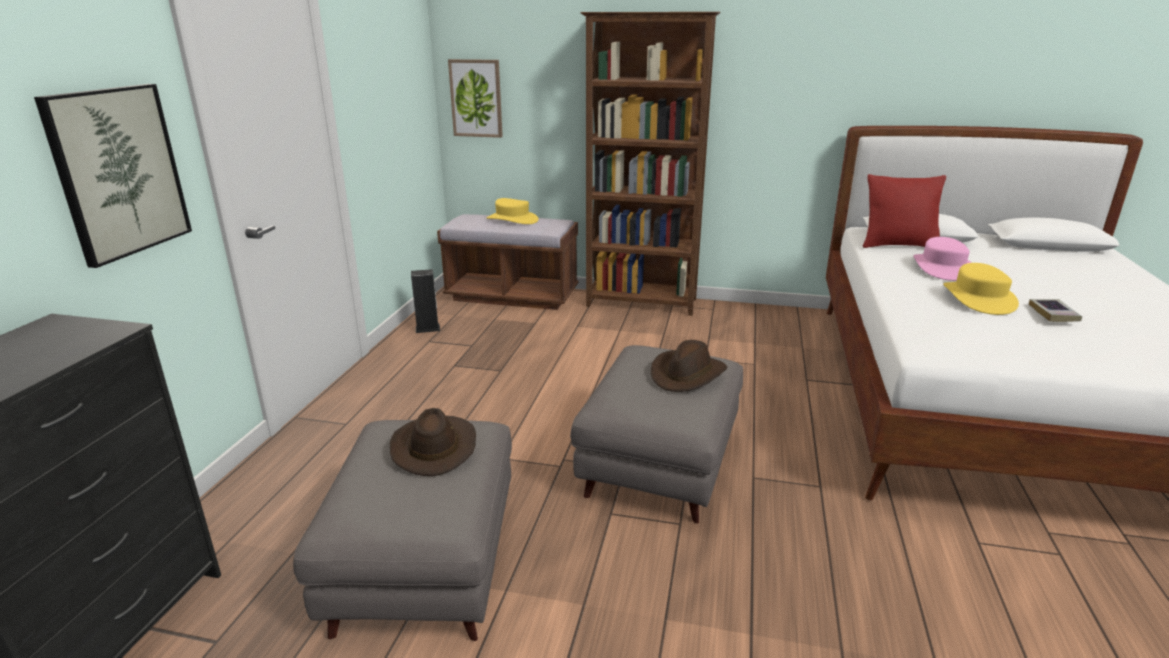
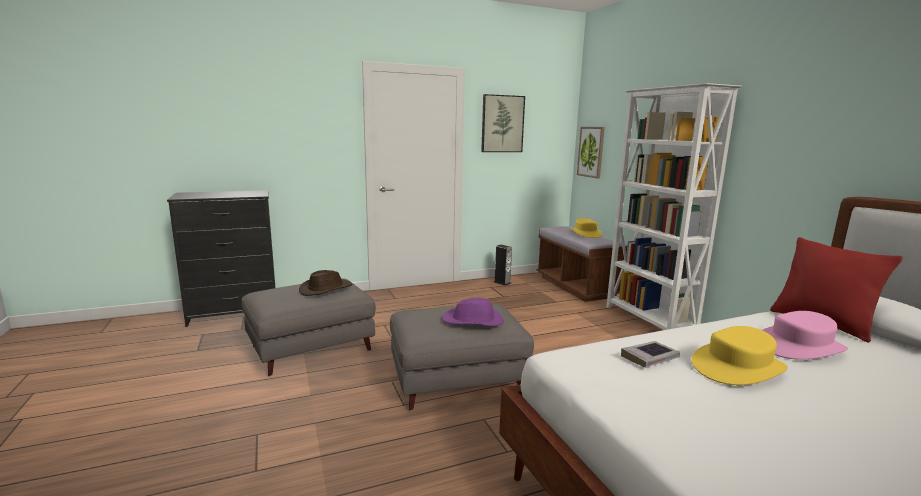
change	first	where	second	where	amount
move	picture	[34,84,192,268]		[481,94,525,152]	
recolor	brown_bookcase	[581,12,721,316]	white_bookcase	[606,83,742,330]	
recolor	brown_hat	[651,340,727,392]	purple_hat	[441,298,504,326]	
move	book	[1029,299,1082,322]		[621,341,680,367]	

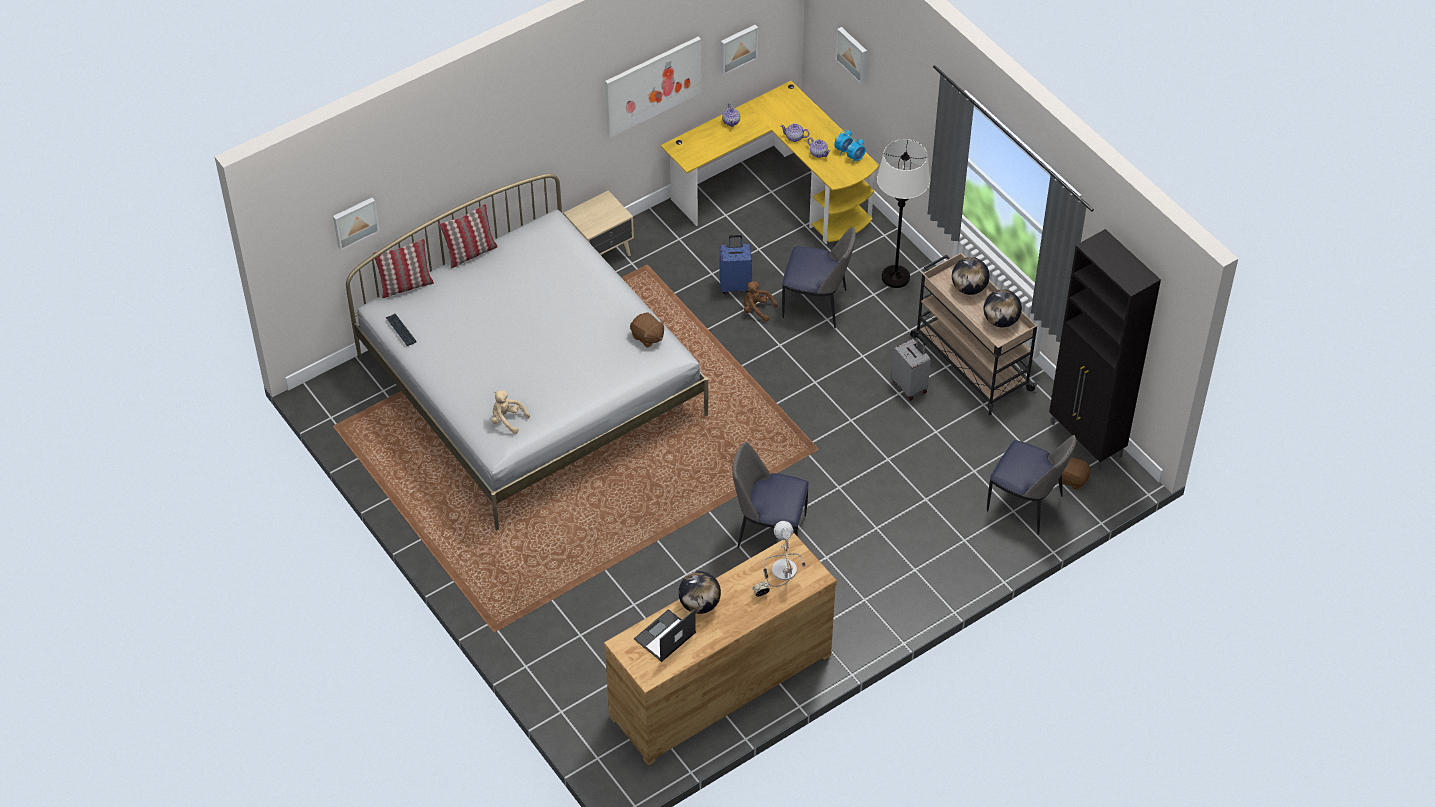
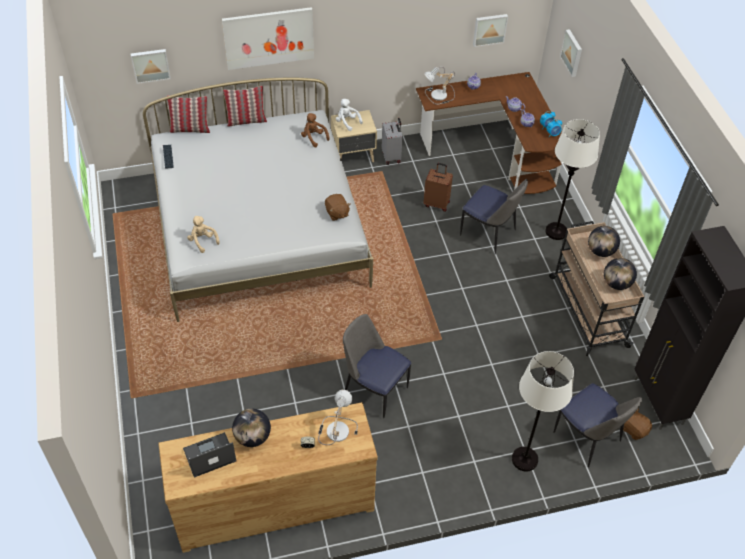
change	first	where	second	where	amount
move	picture	[605,37,701,138]		[222,7,314,70]	
recolor	yellow_desk	[660,81,879,244]	brown_desk	[416,72,562,194]	
recolor	blue_suitcase	[720,235,752,295]	brown_suitcase	[423,163,453,212]	
move	brown_plush_toy	[744,281,778,322]		[301,113,330,148]	
move	grey_suitcase	[891,335,931,400]		[382,118,403,165]	
insert			white_plush_toy	[336,99,363,131]	
insert			table_lamp	[424,67,455,105]	
insert			white_floor_lamp	[512,351,574,472]	

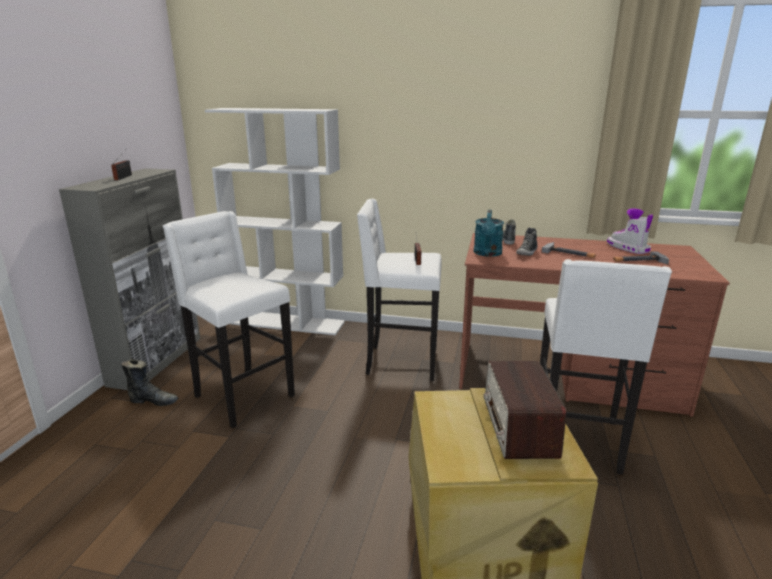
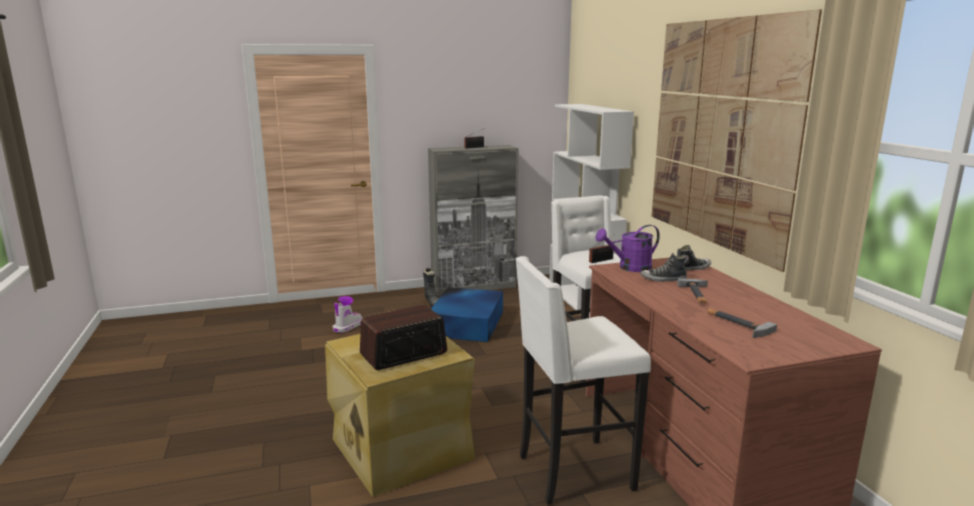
change	first	where	second	where	amount
replace	white_stool	[163,211,295,428]	blue_storage_box	[431,287,503,342]	
recolor	turquoise_watering_can	[474,210,504,257]	purple_watering_can	[595,225,660,272]	
move	boot	[607,208,653,254]		[332,296,363,333]	
insert			picture	[652,9,822,272]	

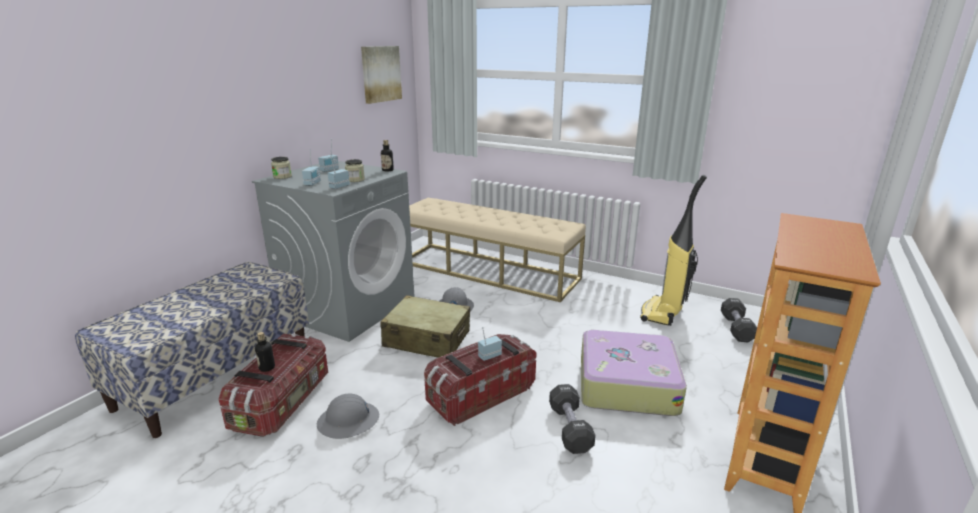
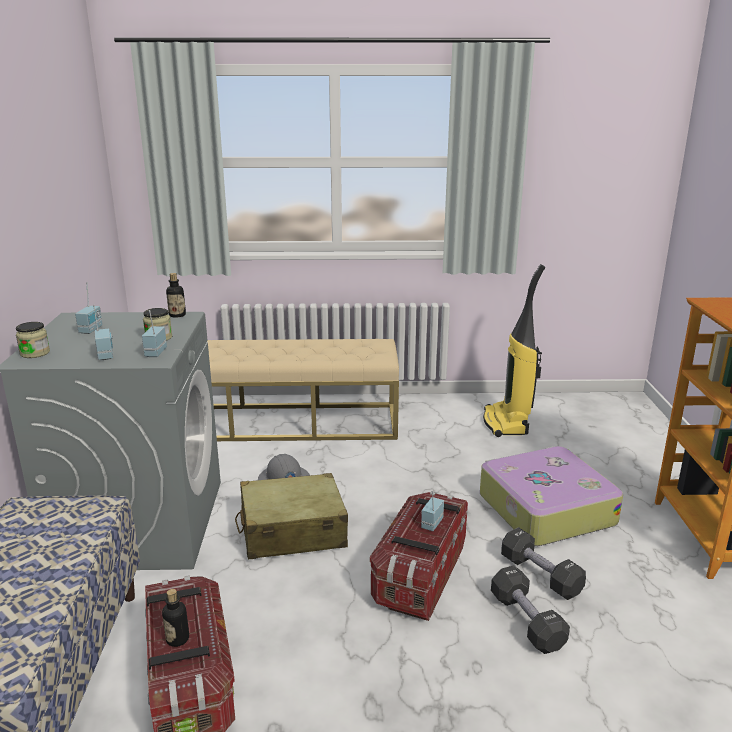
change	first	where	second	where	amount
delete	grey_hard_hat	[317,394,379,439]			
delete	picture	[361,46,402,104]			
move	black_dumbbell	[721,298,757,342]		[491,565,570,654]	

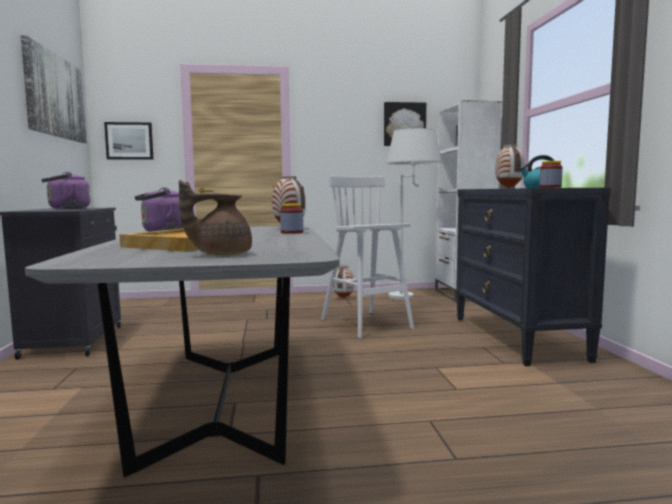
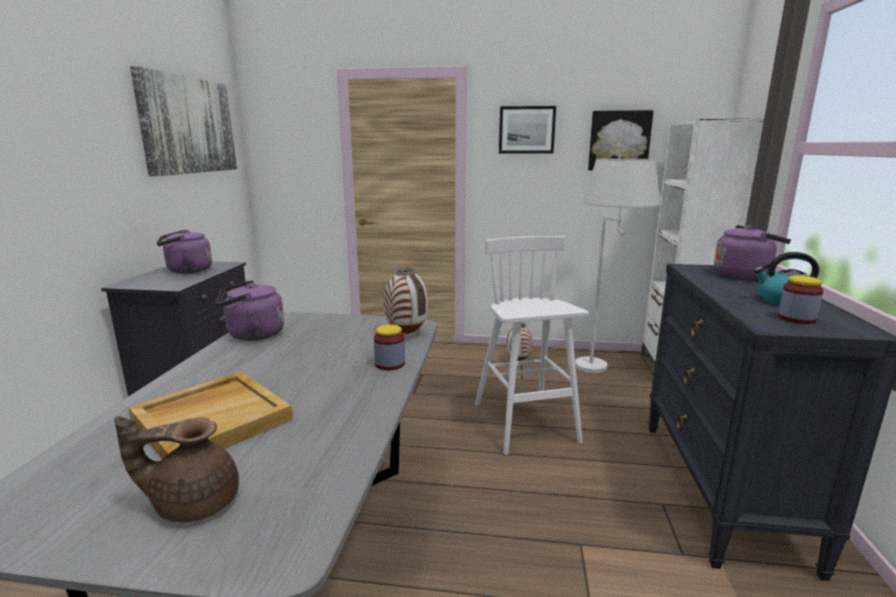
change	first	where	second	where	amount
move	picture	[104,122,153,159]		[499,106,556,154]	
replace	vase	[495,145,525,188]	purple_kettle	[714,225,791,279]	

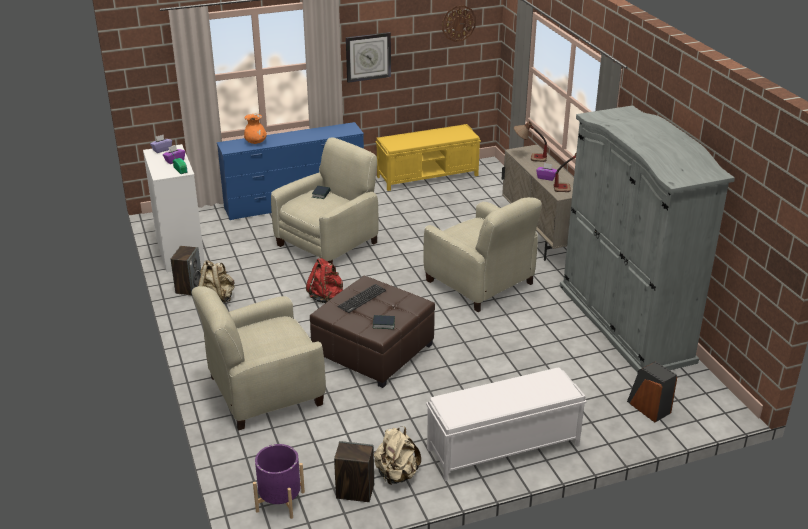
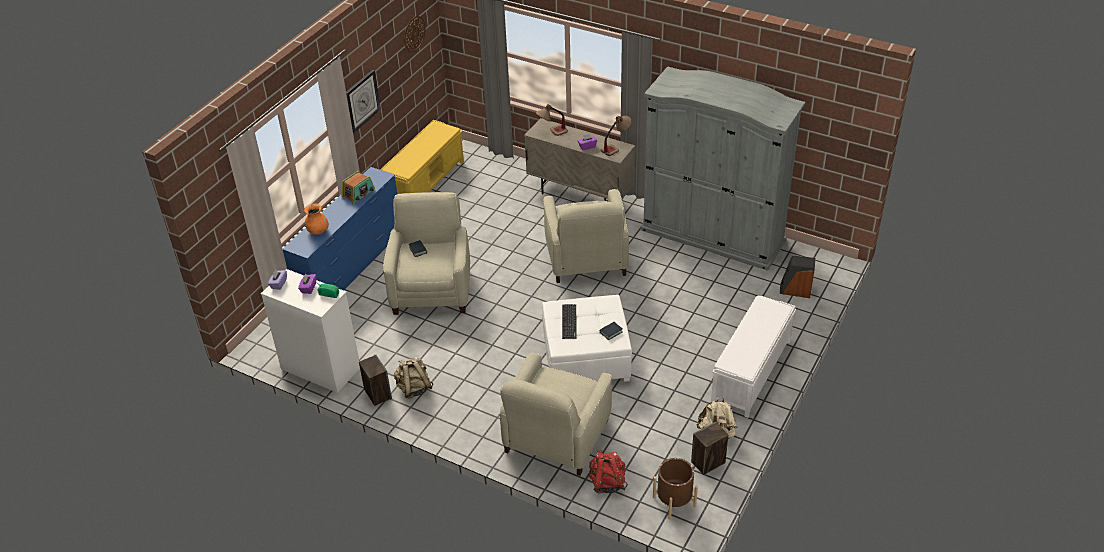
change	first	where	second	where	amount
recolor	purple_planter	[253,444,305,519]	brown_planter	[653,458,698,519]	
move	red_backpack	[306,258,343,303]		[589,450,628,494]	
recolor	brown_ottoman	[310,276,435,388]	white_ottoman	[542,295,632,382]	
rotate	beige_armchair	[423,197,542,312]		[543,189,629,283]	75 degrees clockwise
insert			radio	[342,171,375,204]	

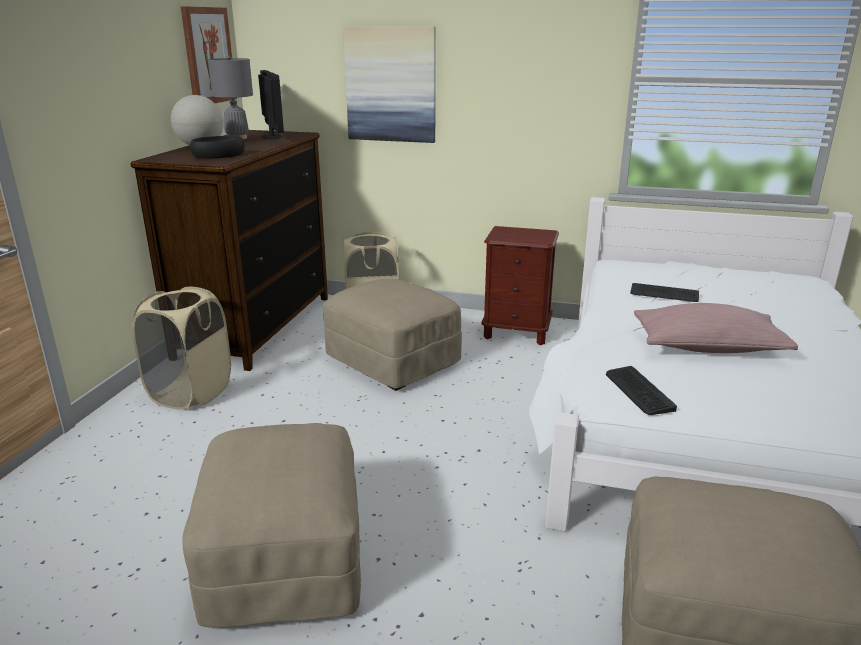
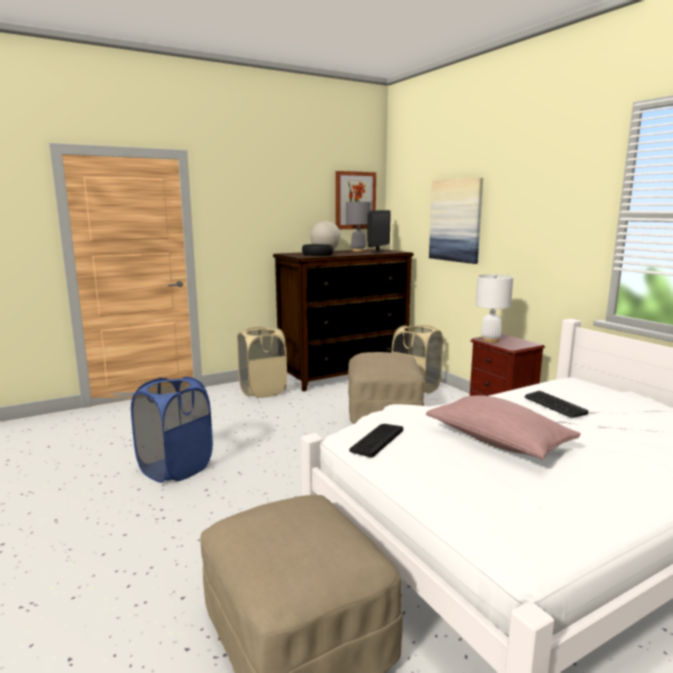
change	first	where	second	where	amount
replace	beige_ottoman	[182,423,361,628]	blue_laundry_basket	[131,377,213,483]	
insert			white_table_lamp	[476,274,513,342]	

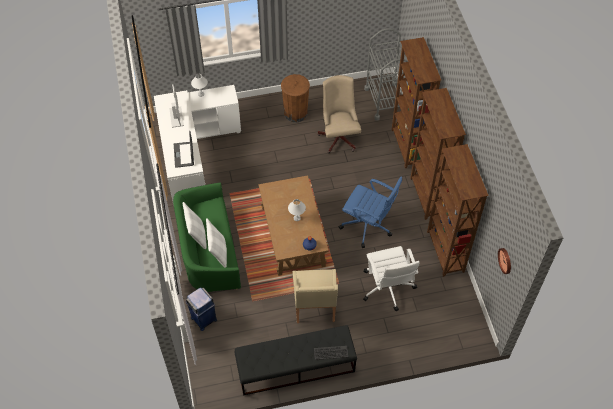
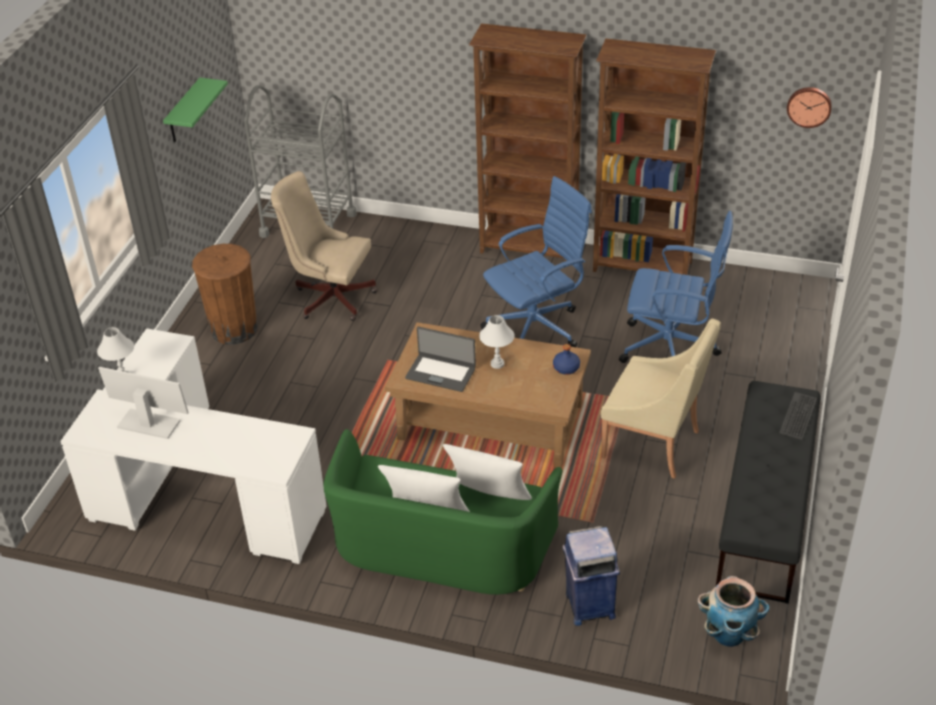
change	first	where	second	where	amount
move	laptop	[174,131,194,168]		[405,327,476,392]	
recolor	white_office_chair	[363,246,419,311]	blue_office_chair	[619,211,733,363]	
delete	brown_bookcase	[392,37,441,168]			
insert			green_shelf	[163,78,228,142]	
insert			planter	[698,576,769,647]	

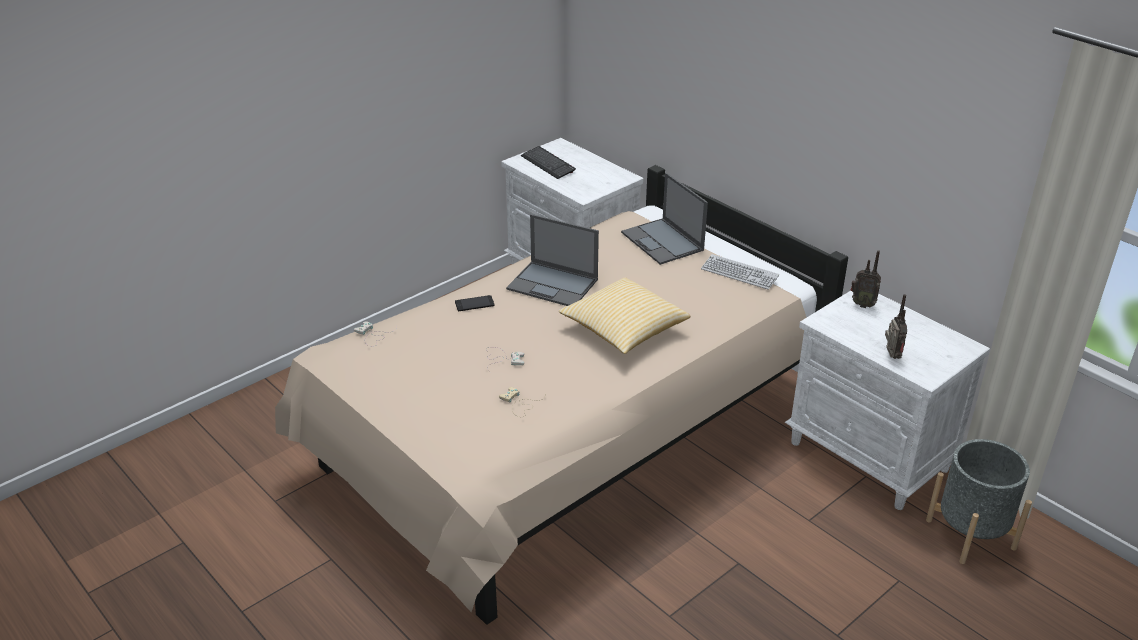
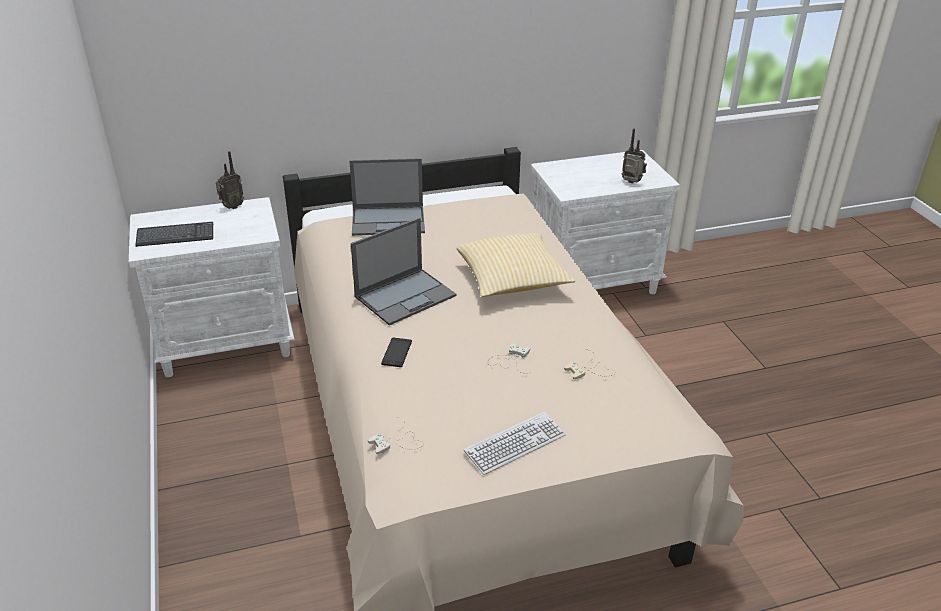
change	first	where	second	where	amount
move	keyboard	[701,254,779,290]		[464,412,566,475]	
move	radio	[850,250,881,308]		[216,151,244,209]	
delete	grey_planter	[926,439,1032,564]			

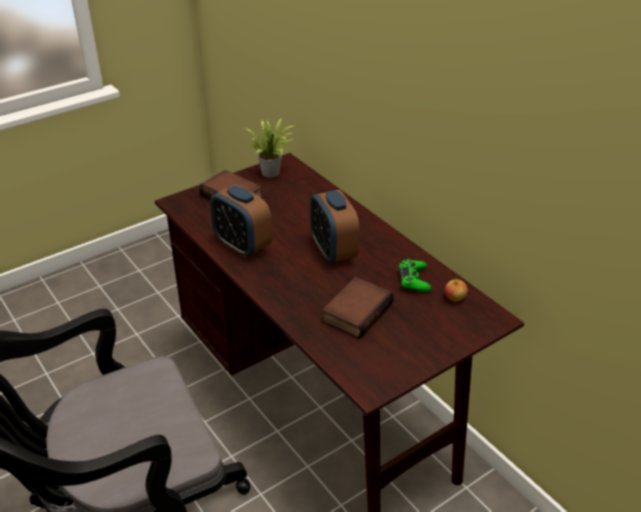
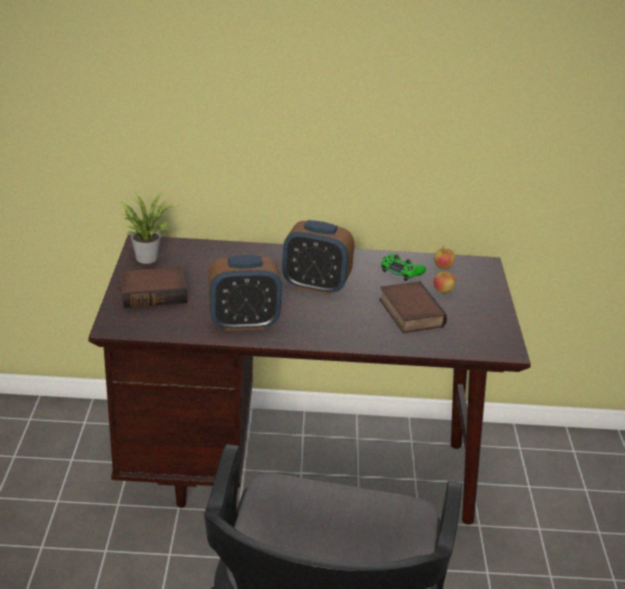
change	first	where	second	where	amount
insert			apple	[433,268,456,294]	

